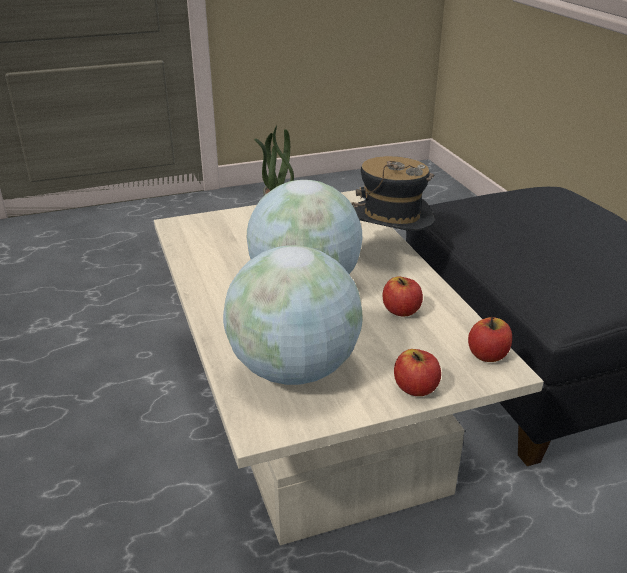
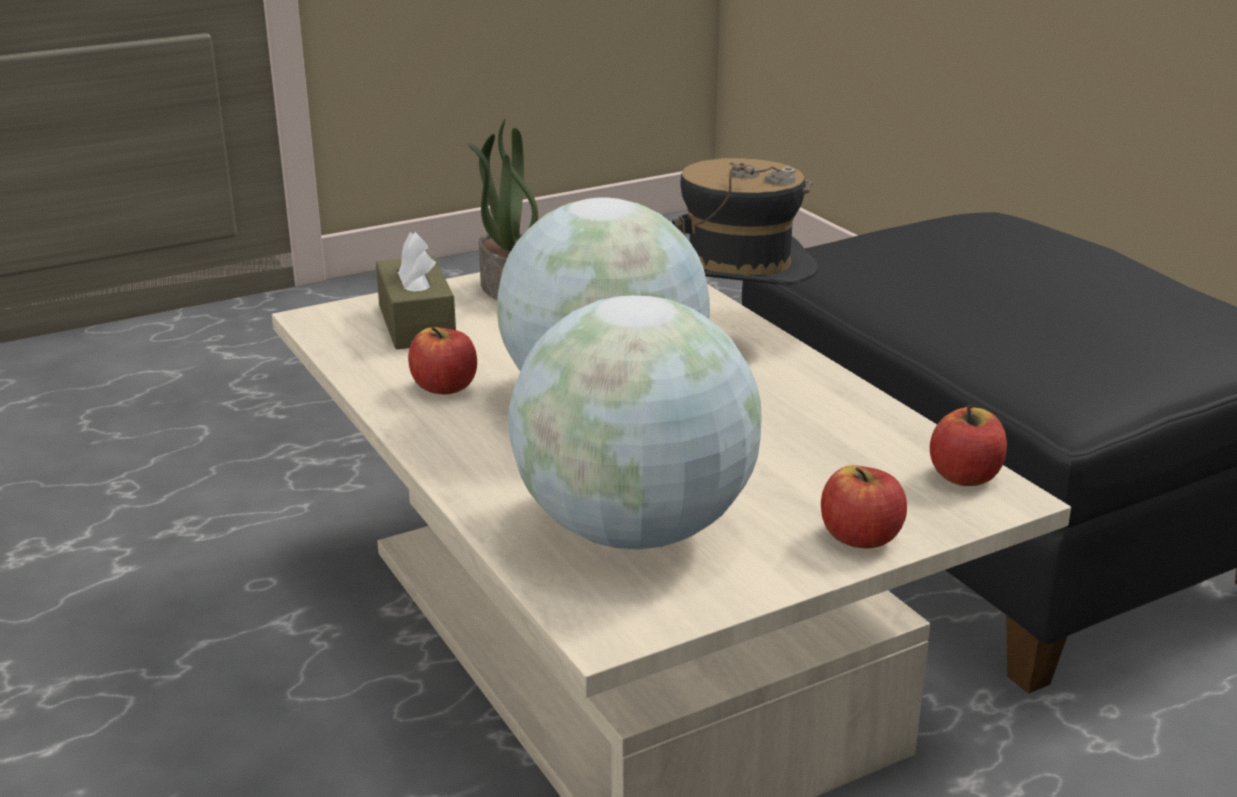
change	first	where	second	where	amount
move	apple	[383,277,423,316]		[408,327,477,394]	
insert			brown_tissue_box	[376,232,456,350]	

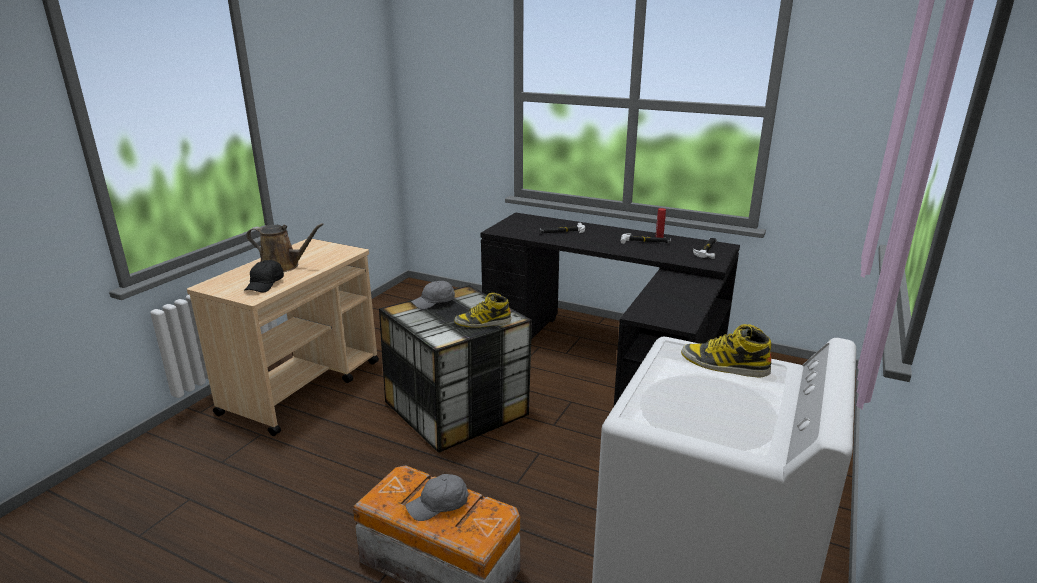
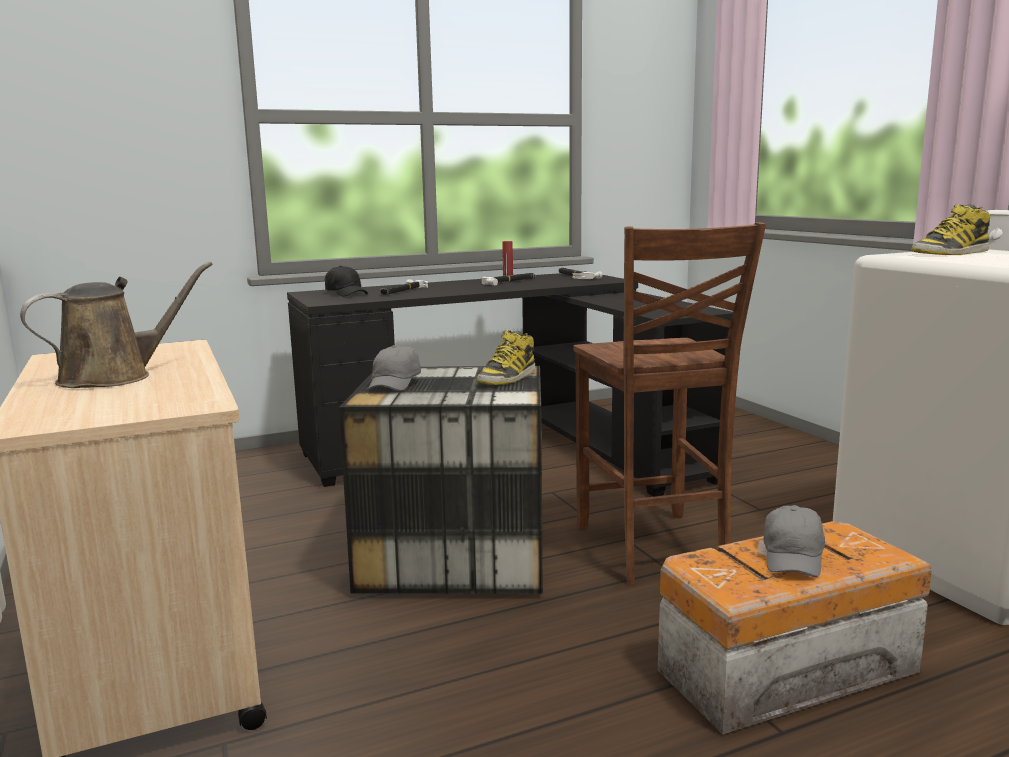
change	first	where	second	where	amount
move	black_cap	[244,260,284,292]		[325,266,368,297]	
insert			brown_chair	[574,222,766,585]	

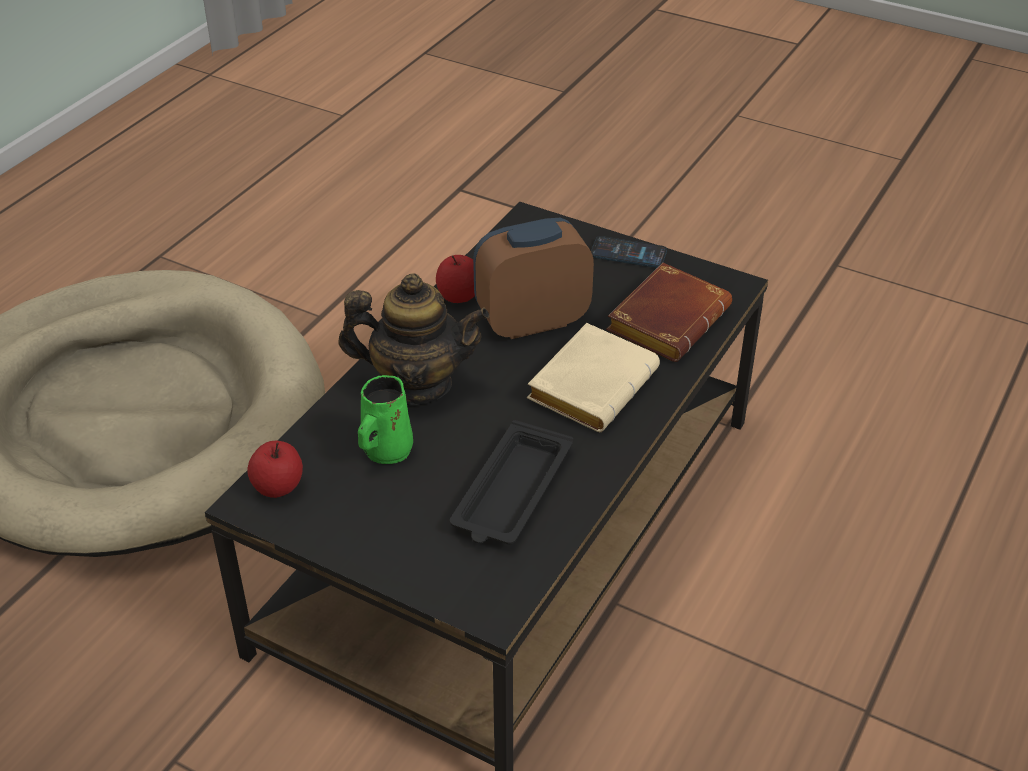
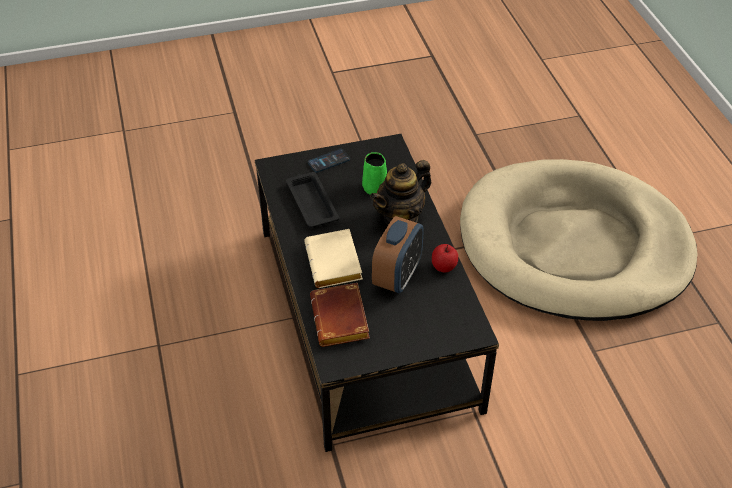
change	first	where	second	where	amount
delete	apple	[247,441,303,498]			
move	phone	[591,236,667,268]		[308,149,350,173]	

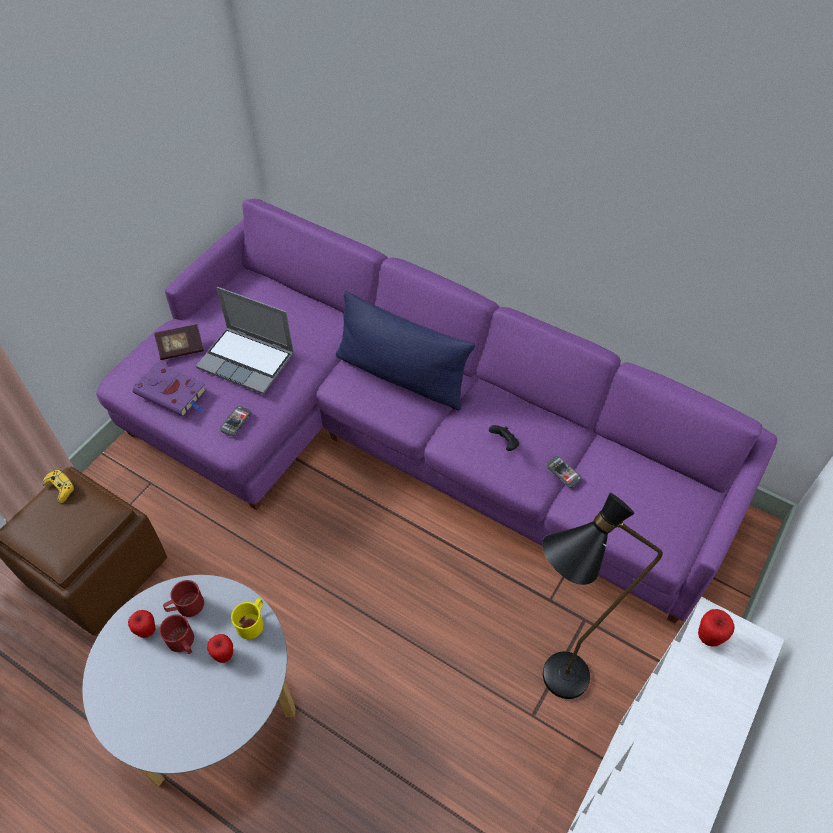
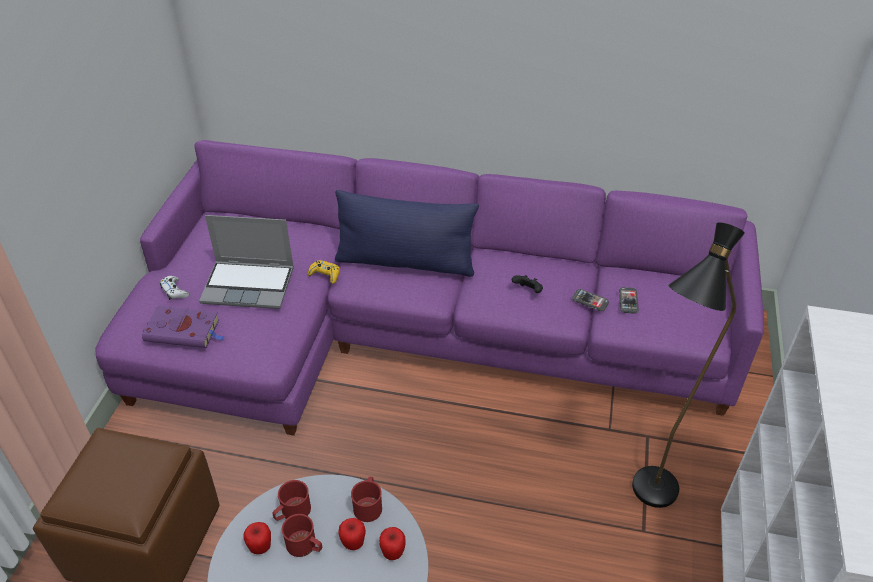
change	first	where	second	where	amount
move	yellow_game_controller	[42,470,76,503]		[308,260,340,284]	
replace	book	[154,324,204,360]	white_game_controller	[160,276,189,300]	
move	phone	[220,406,251,436]		[619,287,639,314]	
recolor	yellow_mug	[231,598,264,639]	red_mug	[351,477,382,522]	
move	apple	[698,609,735,647]		[379,527,405,560]	

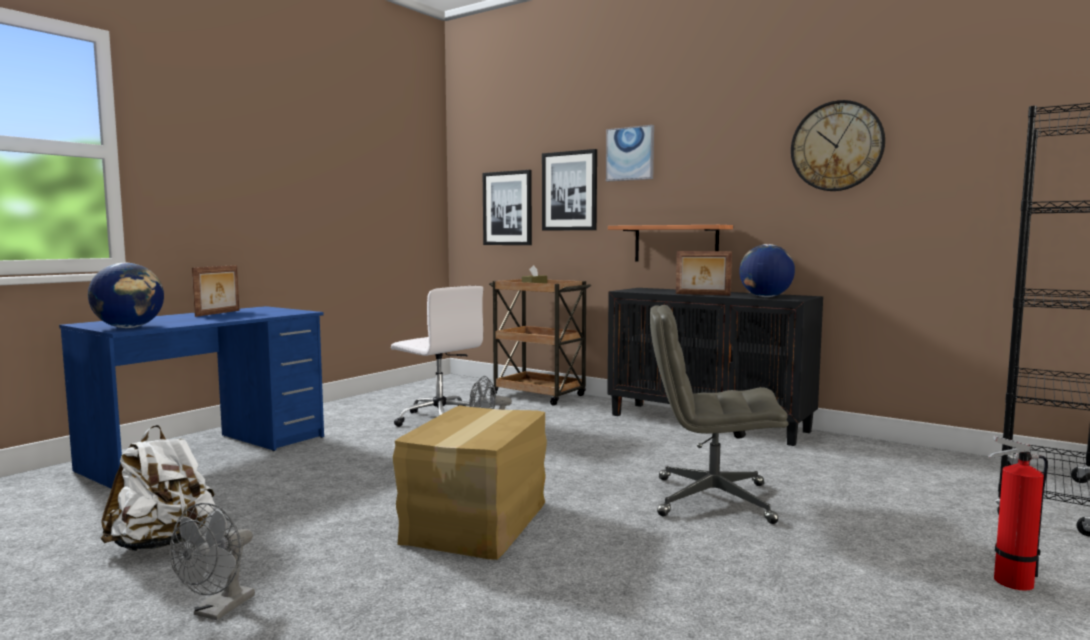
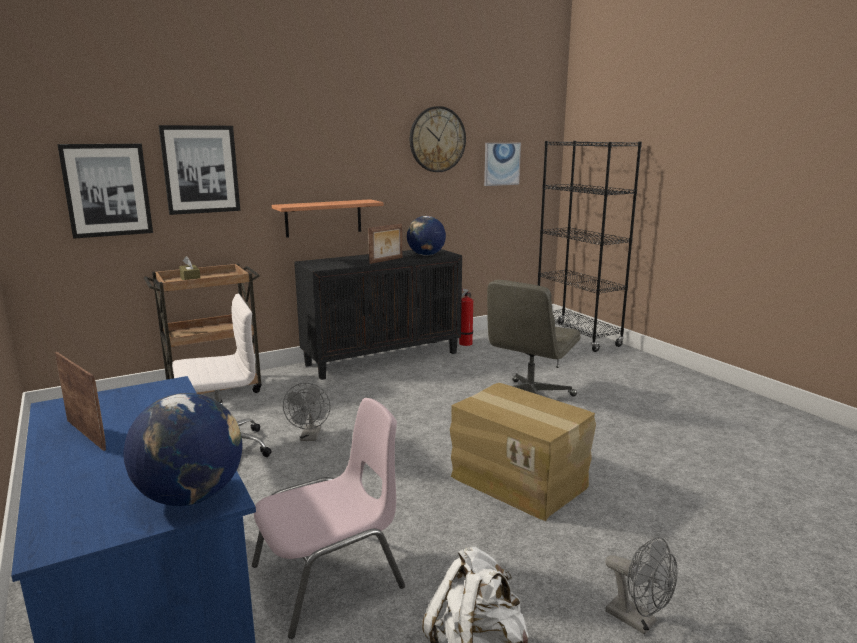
change	first	where	second	where	amount
move	picture	[606,125,654,181]		[484,143,521,186]	
move	fire_extinguisher	[988,436,1048,590]		[459,289,473,346]	
insert			pink_chair	[252,398,405,639]	

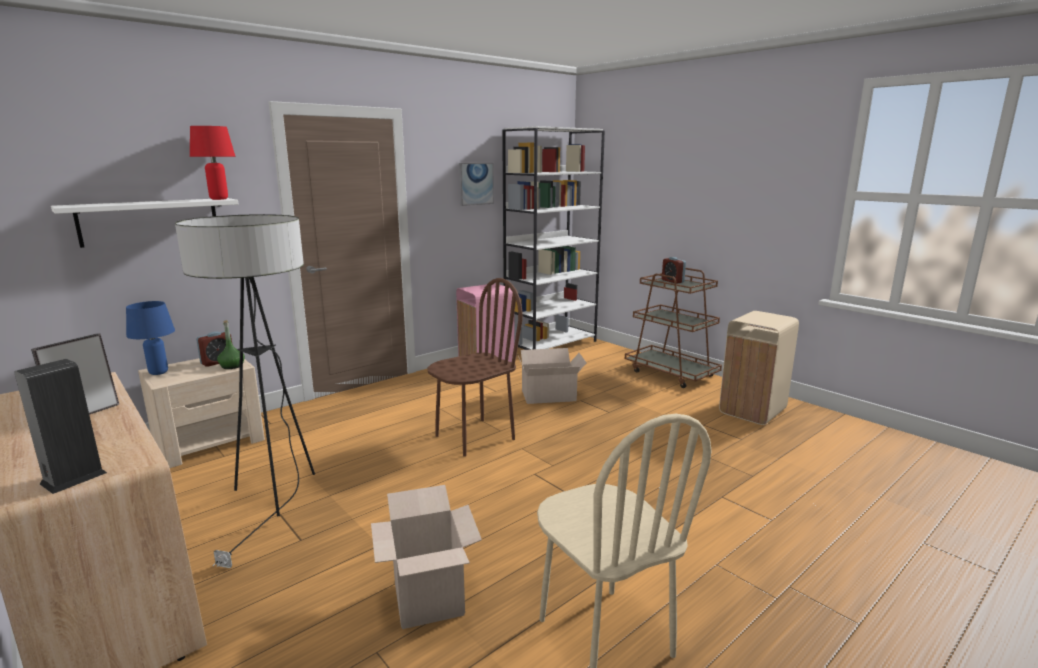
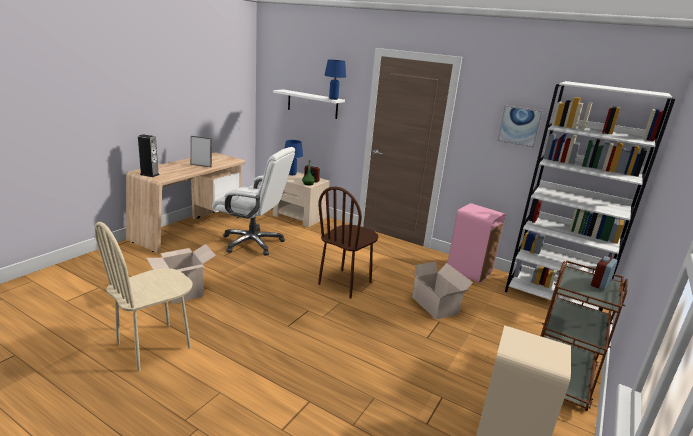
change	first	where	second	where	amount
replace	floor_lamp	[175,214,315,568]	white_office_chair	[212,147,295,256]	
recolor	red_table_lamp	[190,126,236,200]	blue_table_lamp	[324,60,346,100]	
rotate	brown_chair	[428,278,523,457]		[318,186,378,299]	90 degrees clockwise

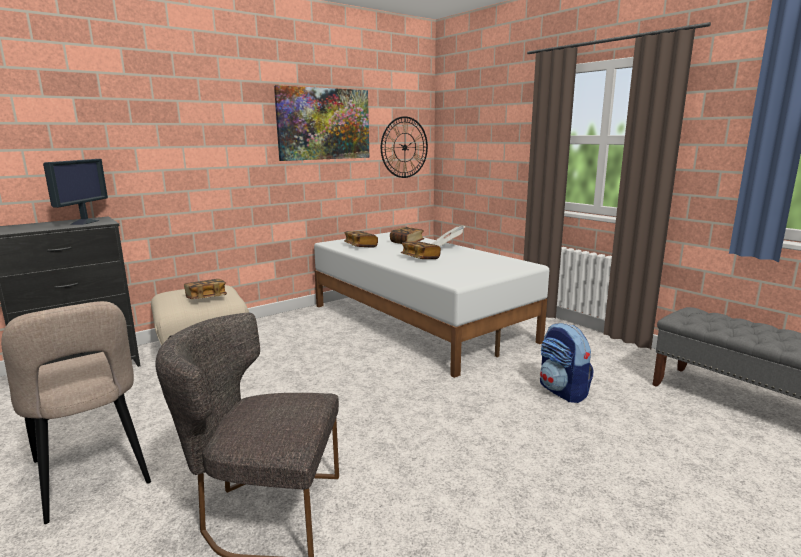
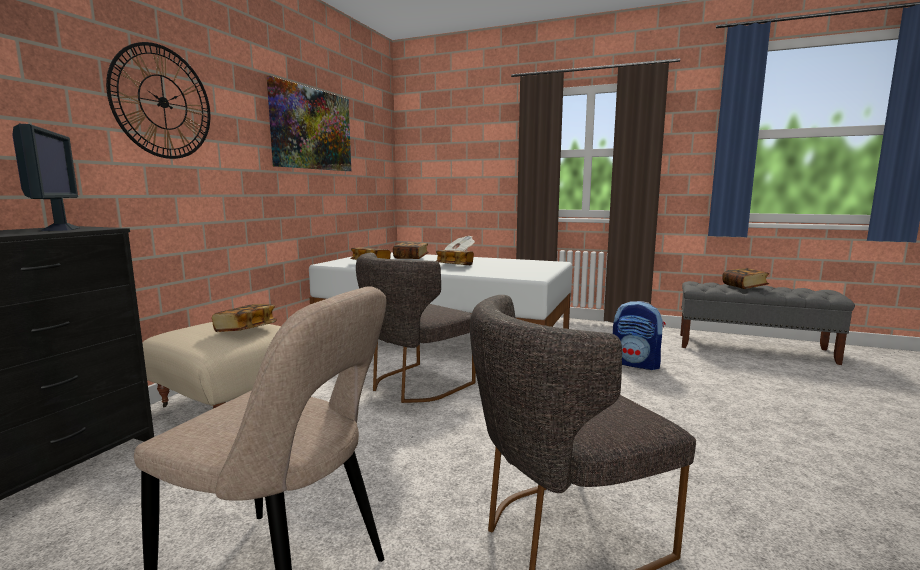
change	first	where	second	where	amount
move	wall_clock	[381,116,428,178]		[106,42,210,159]	
insert			grey_chair	[356,253,476,403]	
insert			book	[722,268,769,289]	

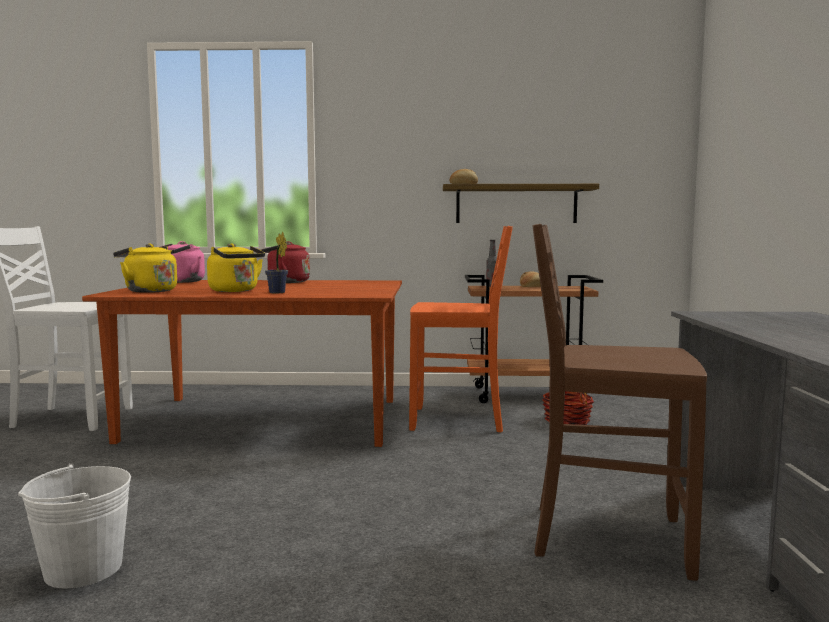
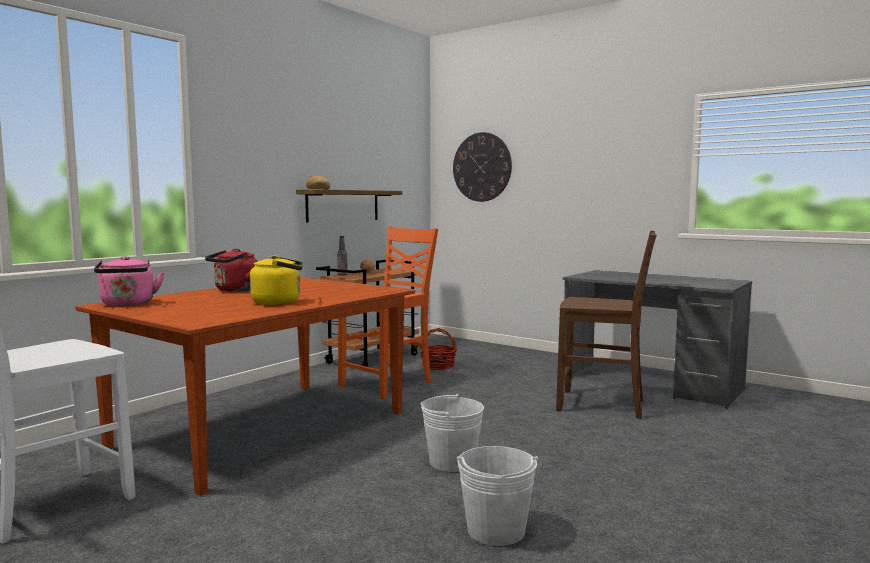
change	first	where	second	where	amount
delete	yellow_kettle	[113,243,177,293]			
delete	potted_plant	[265,232,288,293]			
rotate	brown_chair	[533,224,707,581]		[556,231,657,419]	120 degrees counterclockwise
insert			white_bucket	[421,393,484,472]	
insert			wall_clock	[453,132,512,202]	

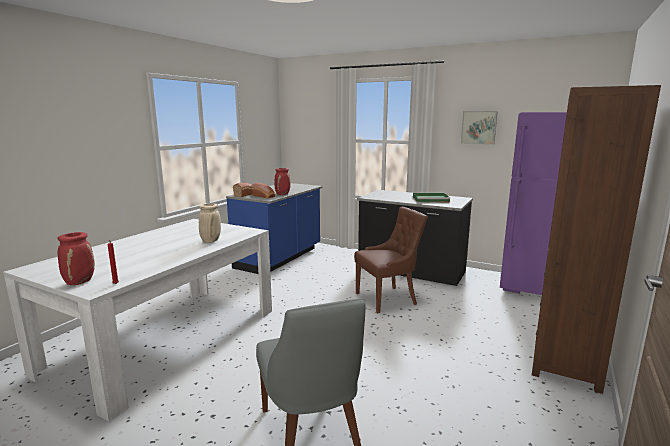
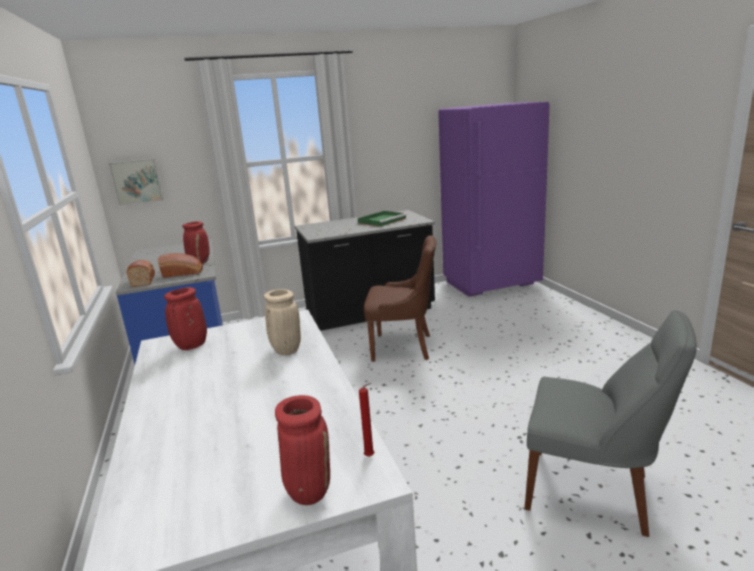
change	first	where	second	where	amount
rotate	brown_chair	[354,207,428,313]		[364,235,437,362]	75 degrees clockwise
move	picture	[461,111,498,145]		[109,158,164,206]	
delete	brown_bookcase	[532,85,661,394]			
insert			red_vase	[164,287,207,350]	

